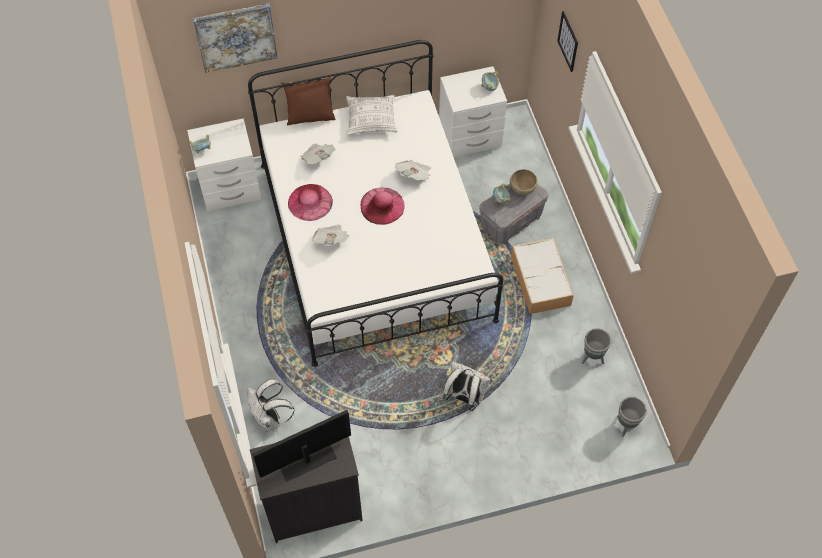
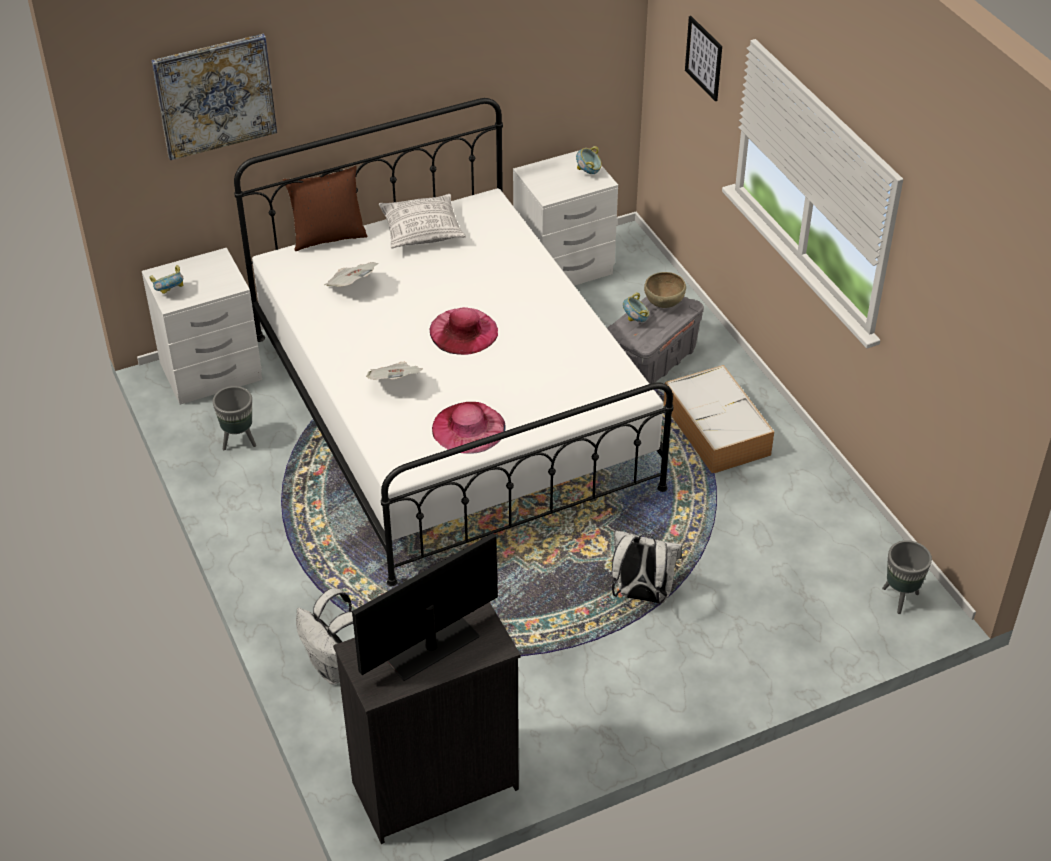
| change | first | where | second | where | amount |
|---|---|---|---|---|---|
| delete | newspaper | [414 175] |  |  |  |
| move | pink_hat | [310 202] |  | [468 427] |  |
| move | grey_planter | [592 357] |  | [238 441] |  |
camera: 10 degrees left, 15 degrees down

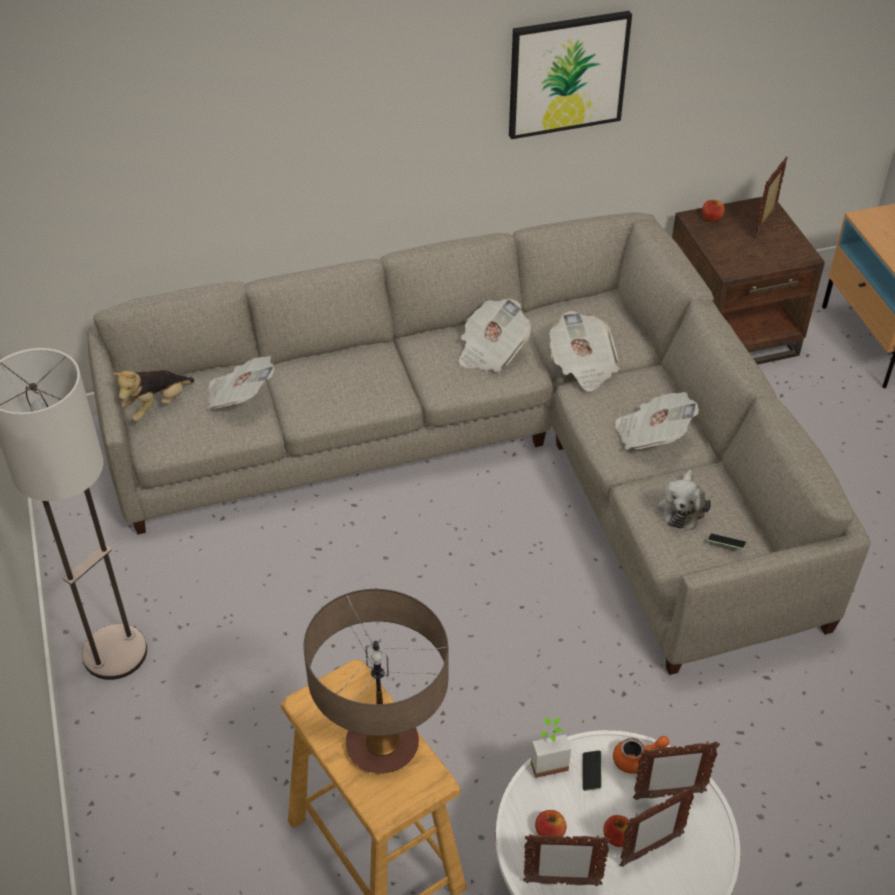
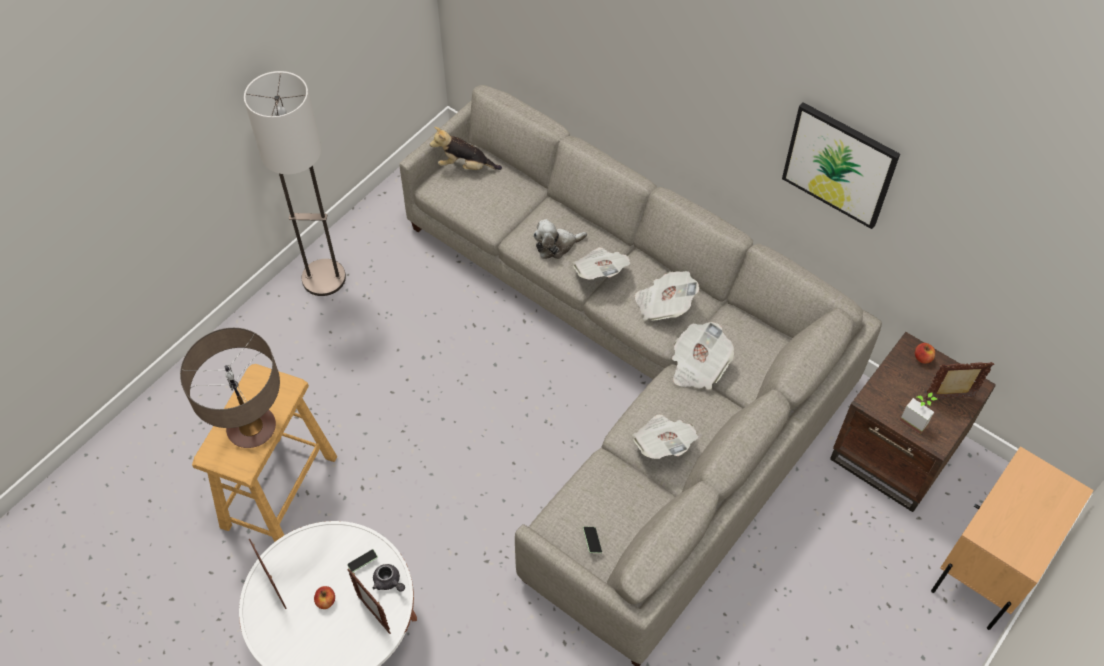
| change | first | where | second | where | amount |
|---|---|---|---|---|---|
| move | newspaper | [240 396] |  | [600 272] |  |
| move | plush_toy | [682 508] |  | [556 245] |  |
| move | potted_plant | [547 760] |  | [916 420] |  |
| recolor | orange_teapot | [637 759] | grey_teapot | [389 582] |  |
| delete | picture_frame | [650 850] |  |  |  |
| delete | apple | [550 832] |  |  |  |
camera: 55 degrees right, 10 degrees up

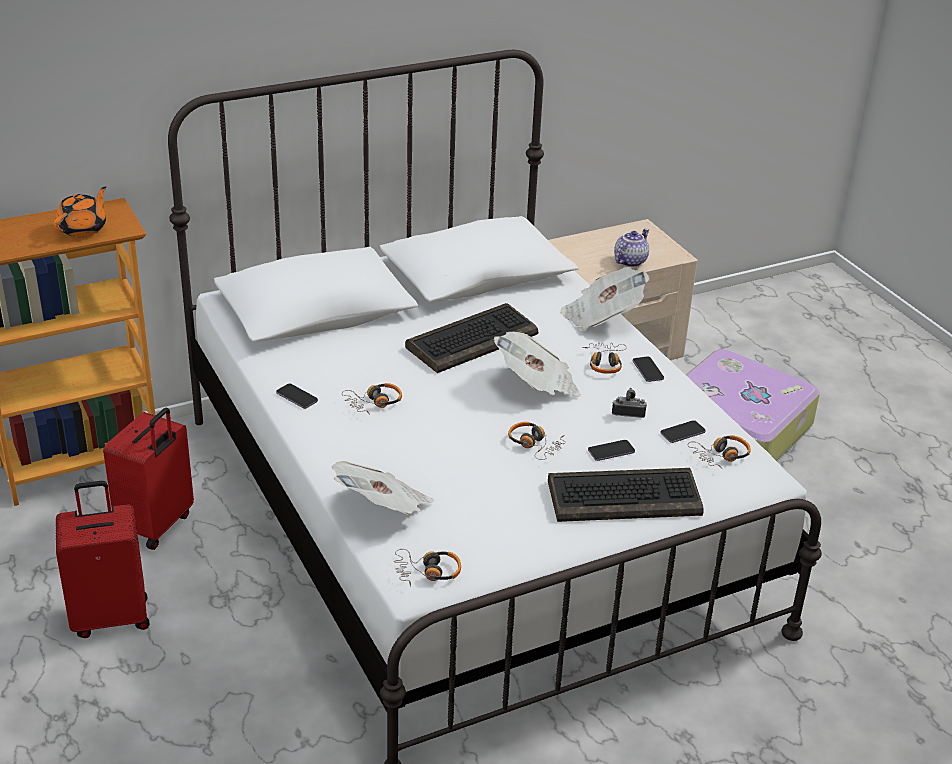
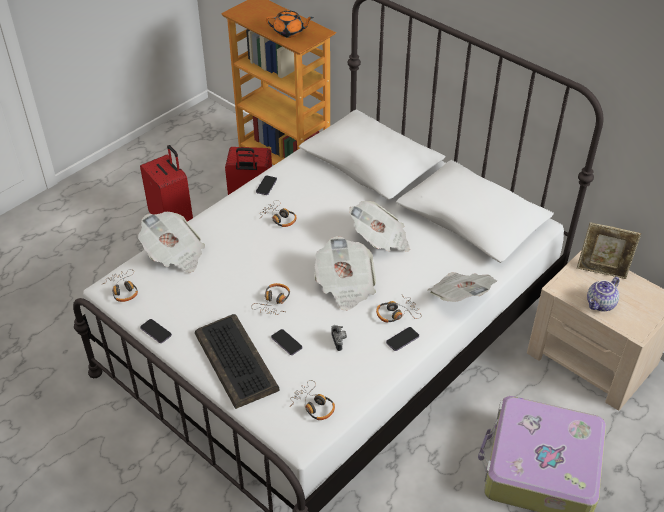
| change | first | where | second | where | amount |
|---|---|---|---|---|---|
| rotate | teapot | [629 261] |  | [601 304] | 120 degrees clockwise |
| replace | keyboard | [472 340] | newspaper | [380 240] |  |
| move | phone | [682 433] |  | [156 332] |  |
| insert |  |  | picture_frame | [601 272] |  |
camera: 70 degrees right, 10 degrees up

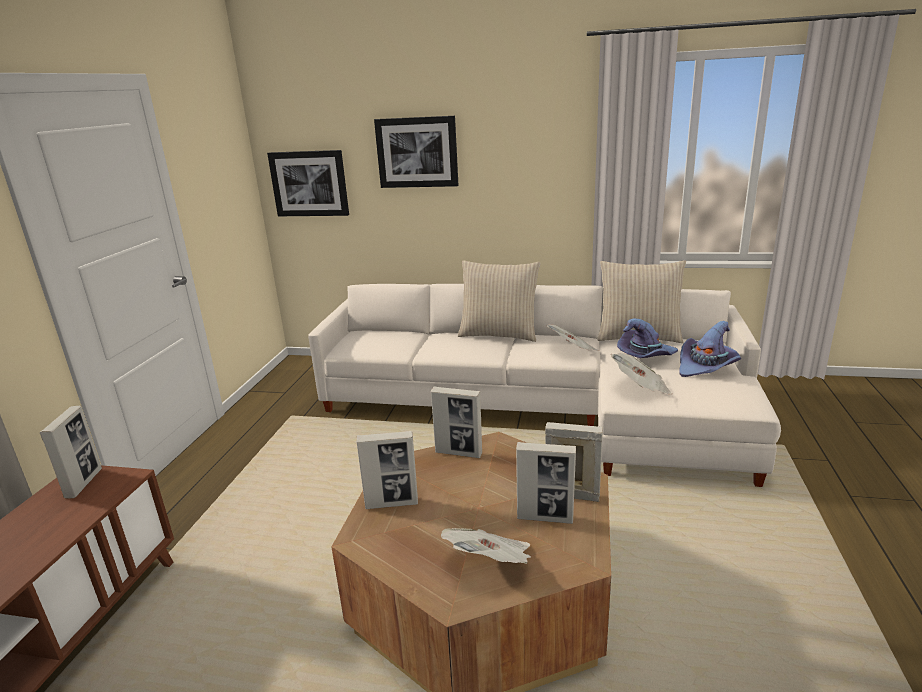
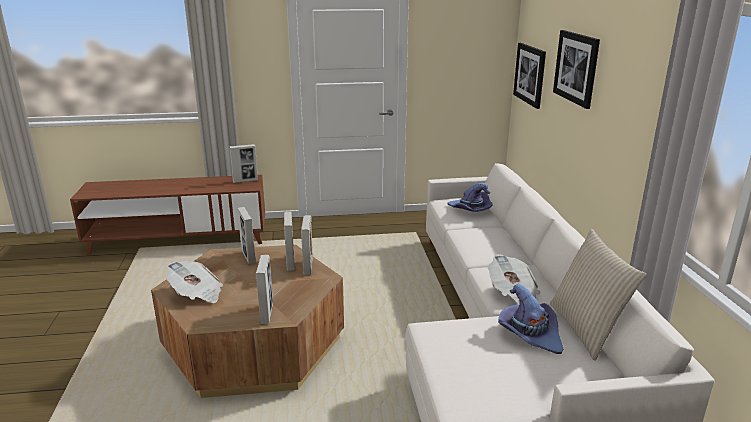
| change | first | where | second | where | amount |
|---|---|---|---|---|---|
| delete | beige_pillow | [499 334] |  |  |  |
| move | purple_hat | [706 366] |  | [470 210] |  |
| delete | newspaper | [641 388] |  |  |  |
| move | picture_frame | [545 518] |  | [290 263] |  |
camera: 70 degrees right, 0 degrees up

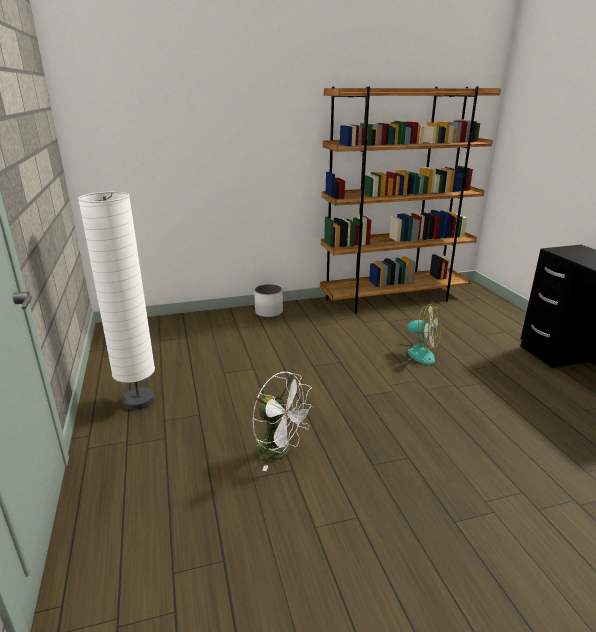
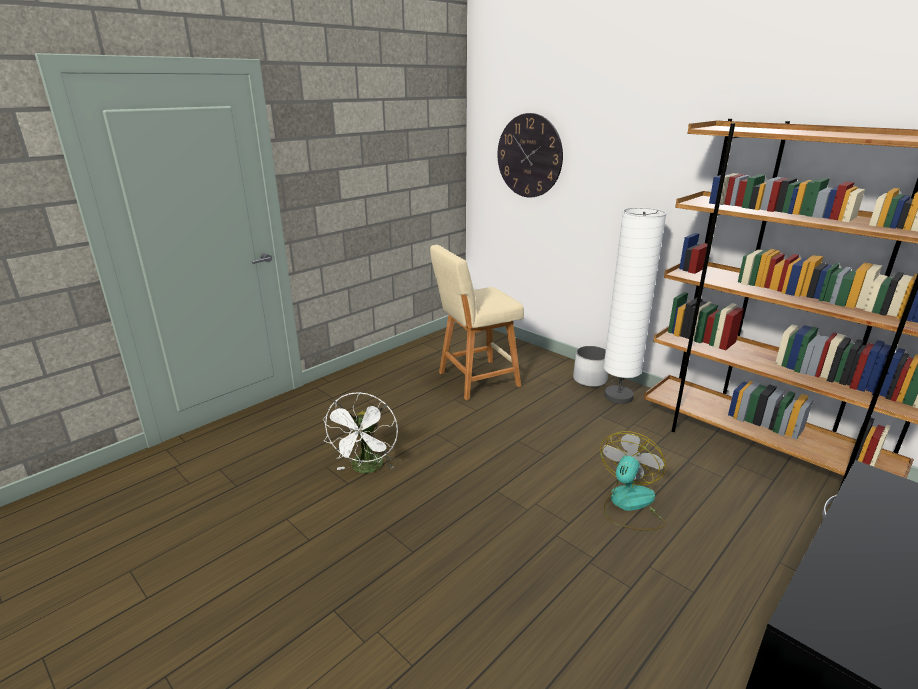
| change | first | where | second | where | amount |
|---|---|---|---|---|---|
| move | white_floor_lamp | [138 400] |  | [618 396] |  |
| rotate | fan | [414 354] |  | [629 505] | 150 degrees counterclockwise |
| insert |  |  | wall_clock | [529 156] |  |
| insert |  |  | beige_stool | [475 380] |  |
camera: 60 degrees right, 0 degrees up

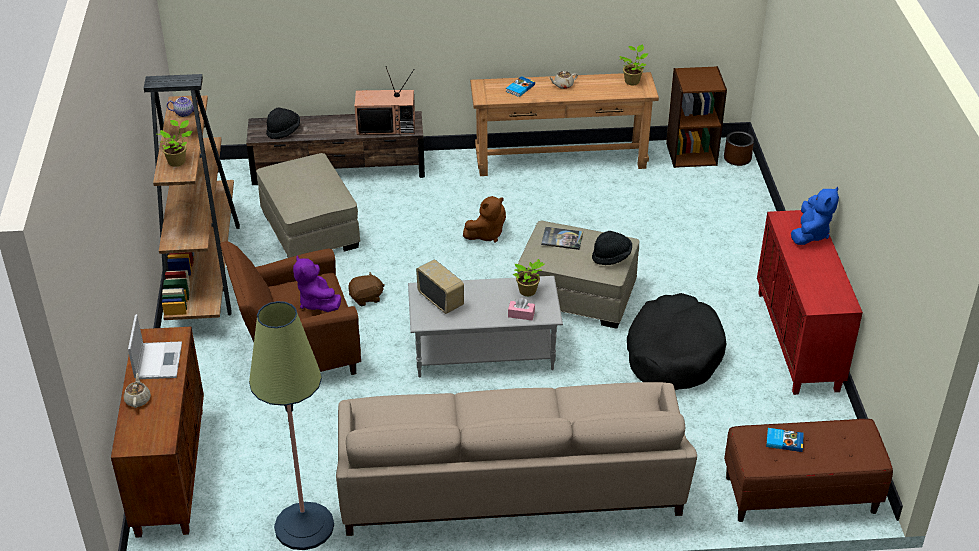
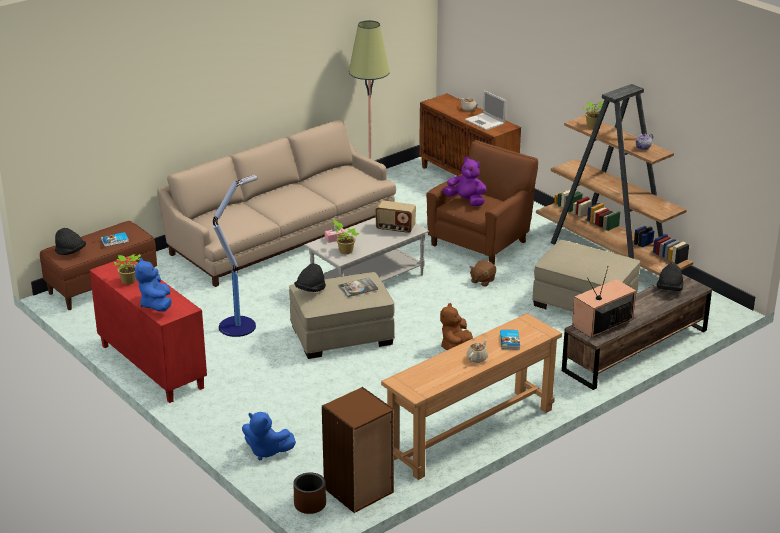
| change | first | where | second | where | amount |
|---|---|---|---|---|---|
| move | potted_plant | [632 81] |  | [128 282] |  |
| replace | black_dog_bed | [673 354] | floor_lamp | [238 326] |  |
| insert |  |  | black_hat | [70 252] |  |
| insert |  |  | blue_plush_toy | [266 451] |  |
camera: 145 degrees right, 10 degrees down

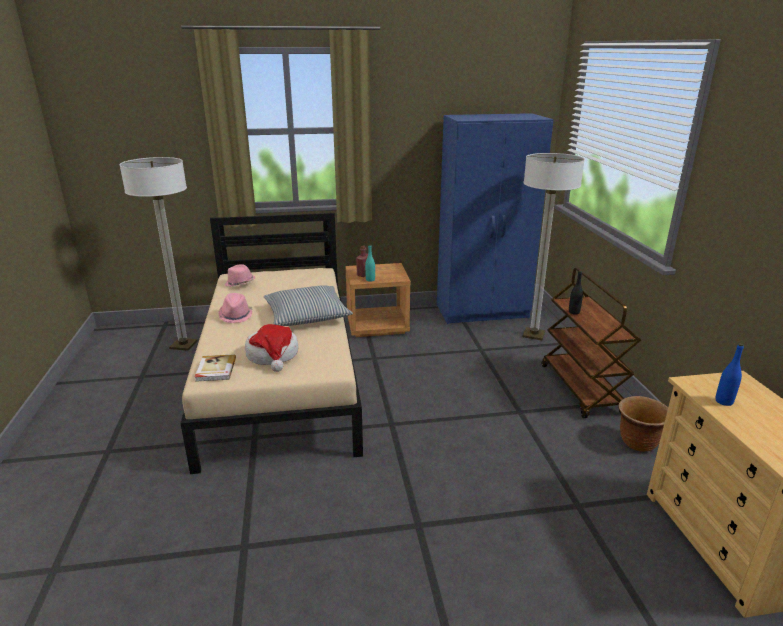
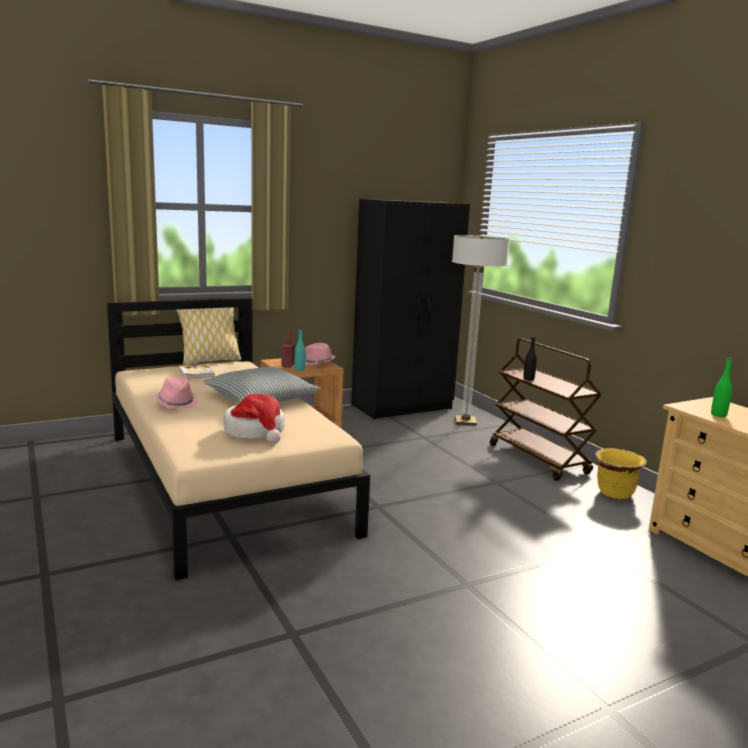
| change | first | where | second | where | amount |
|---|---|---|---|---|---|
| recolor | blue_wardrobe | [483 311] | black_wardrobe | [403 407] |  |
| delete | floor_lamp | [183 345] |  |  |  |
| move | pink_hat | [240 284] |  | [318 363] |  |
| recolor | blue_bottle | [724 401] | green_bottle | [718 415] |  |
| move | book | [215 370] |  | [196 373] |  |
| recolor | brown_planter | [638 443] | yellow_planter | [615 493] |  |
| insert |  |  | pillow | [209 361] |  |
camera: 20 degrees left, 10 degrees down

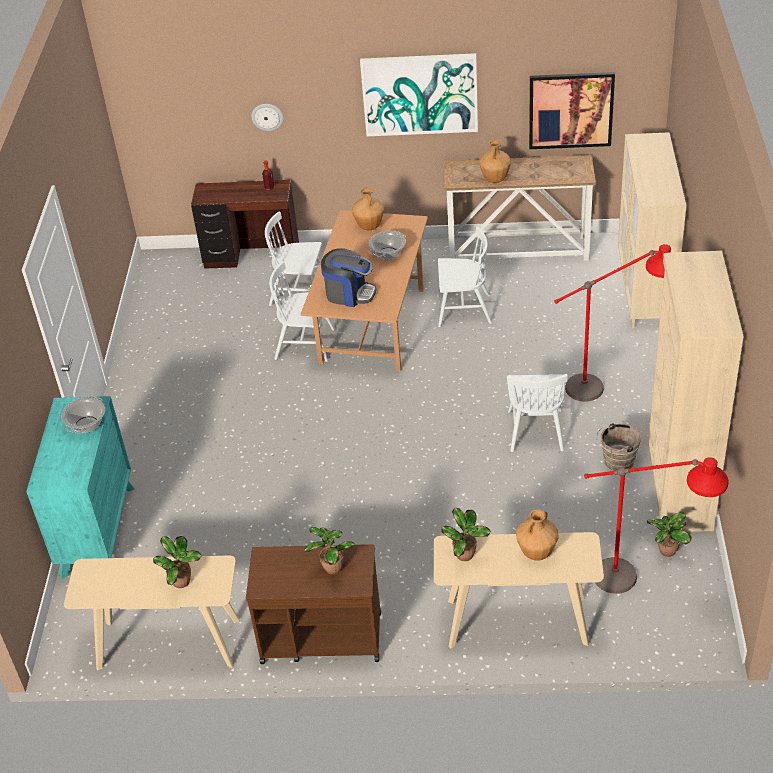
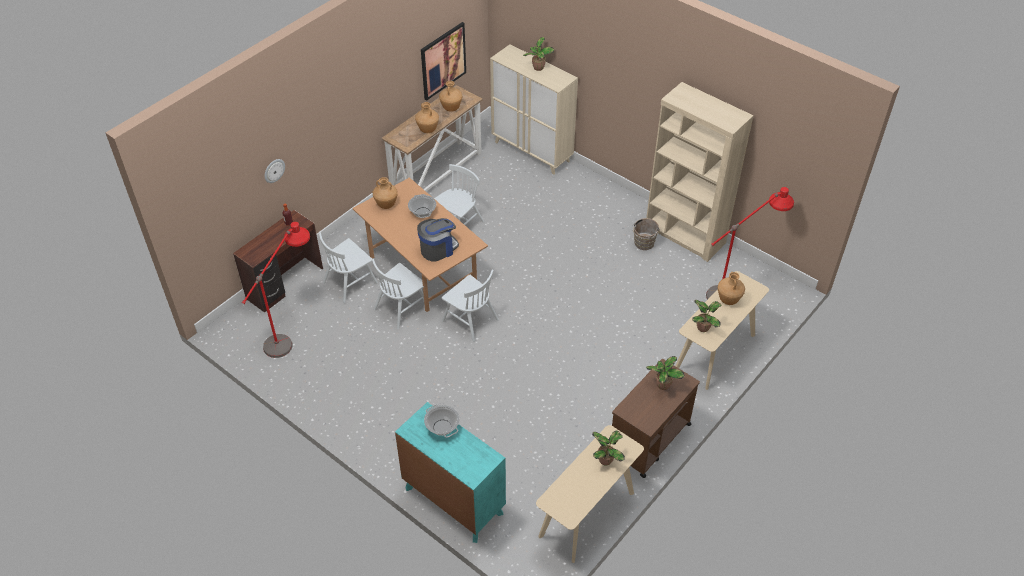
| change | first | where | second | where | amount |
|---|---|---|---|---|---|
| delete | picture | [420 94] |  |  |  |
| move | red_floor_lamp | [611 386] |  | [292 333] |  |
| move | white_chair | [535 430] |  | [470 320] |  |
| move | potted_plant | [666 551] |  | [538 68] |  |
| insert |  |  | brown_vase | [451 108] |  |
camera: 55 degrees left, 5 degrees up

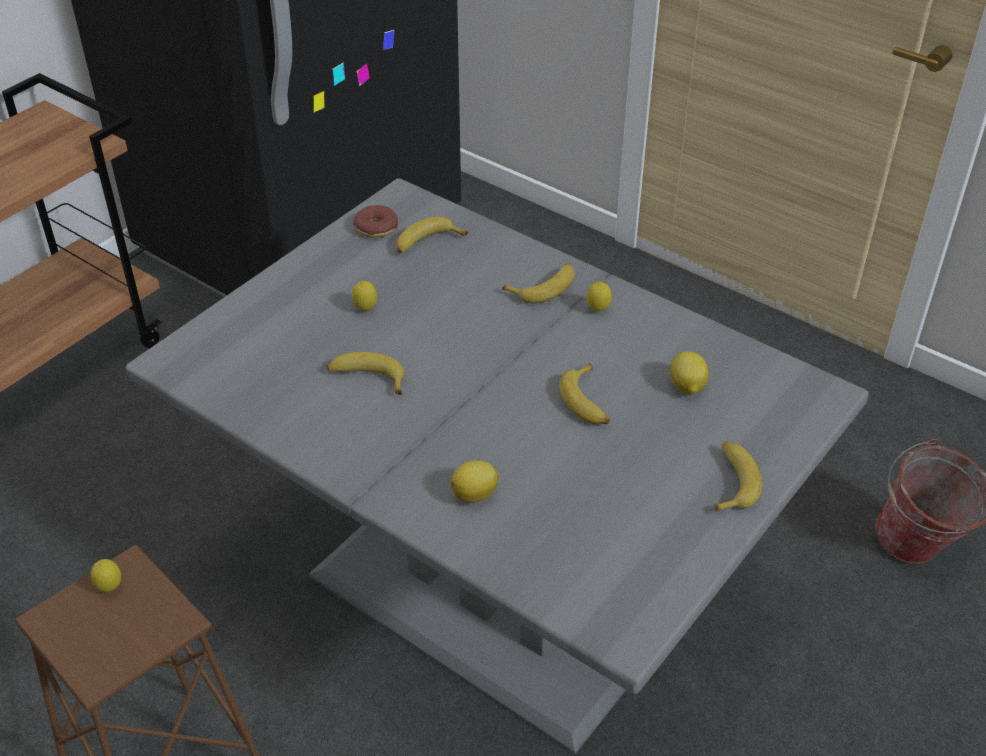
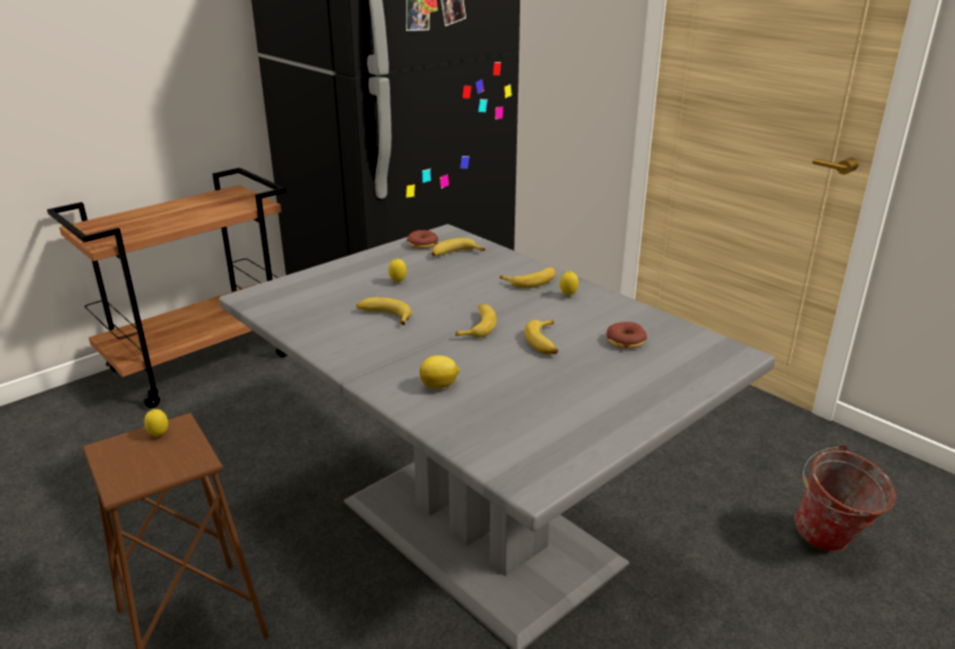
| change | first | where | second | where | amount |
|---|---|---|---|---|---|
| replace | lemon | [686 387] | donut | [625 341] |  |
| move | banana | [732 481] |  | [477 326] |  |
camera: 10 degrees right, 15 degrees down

